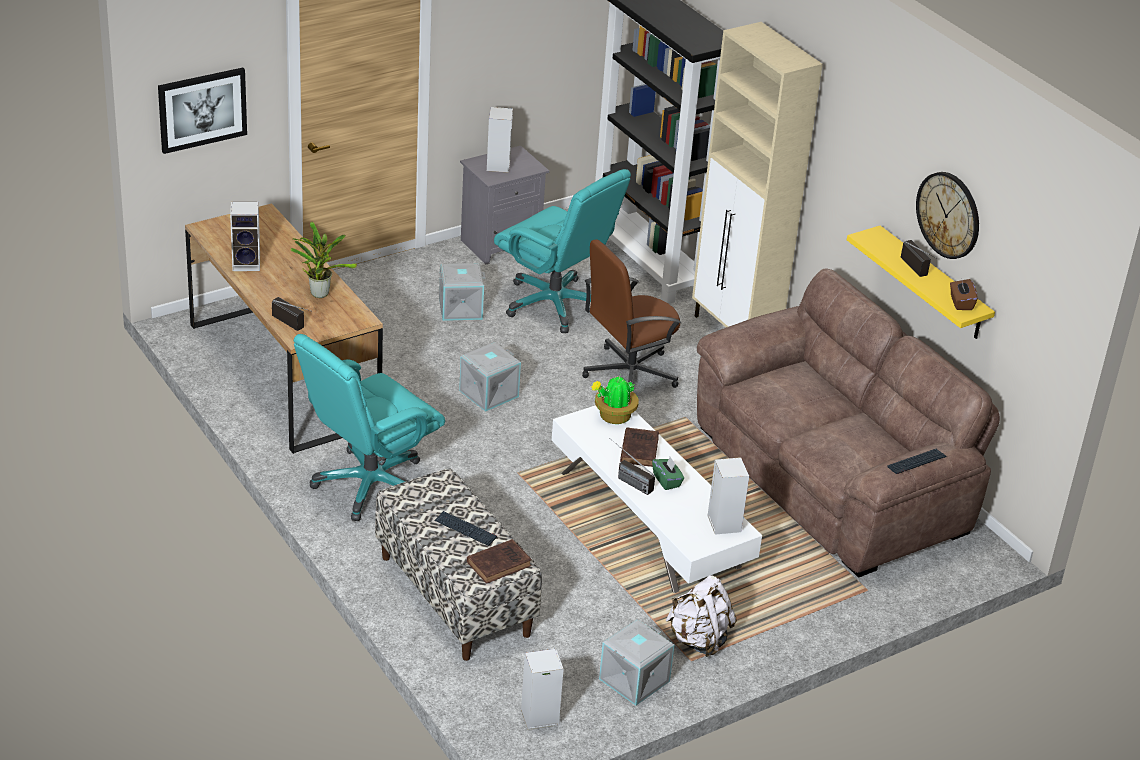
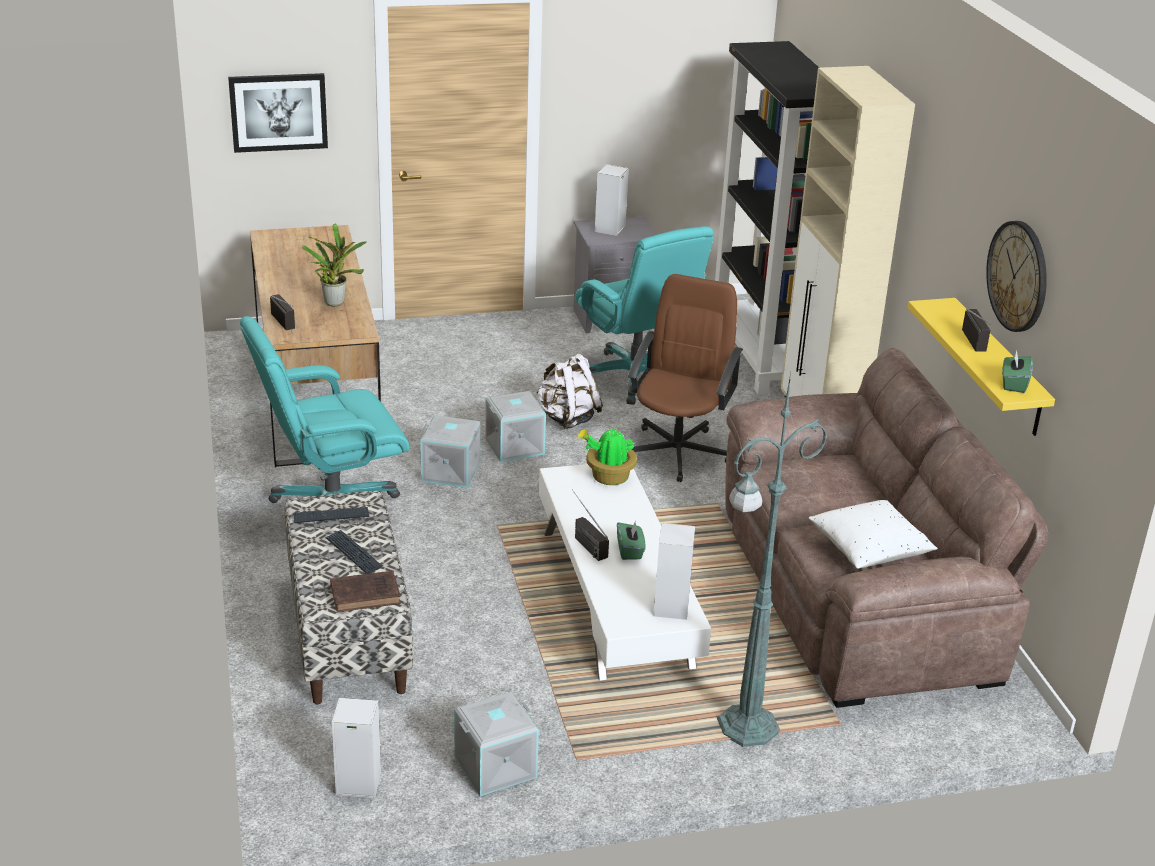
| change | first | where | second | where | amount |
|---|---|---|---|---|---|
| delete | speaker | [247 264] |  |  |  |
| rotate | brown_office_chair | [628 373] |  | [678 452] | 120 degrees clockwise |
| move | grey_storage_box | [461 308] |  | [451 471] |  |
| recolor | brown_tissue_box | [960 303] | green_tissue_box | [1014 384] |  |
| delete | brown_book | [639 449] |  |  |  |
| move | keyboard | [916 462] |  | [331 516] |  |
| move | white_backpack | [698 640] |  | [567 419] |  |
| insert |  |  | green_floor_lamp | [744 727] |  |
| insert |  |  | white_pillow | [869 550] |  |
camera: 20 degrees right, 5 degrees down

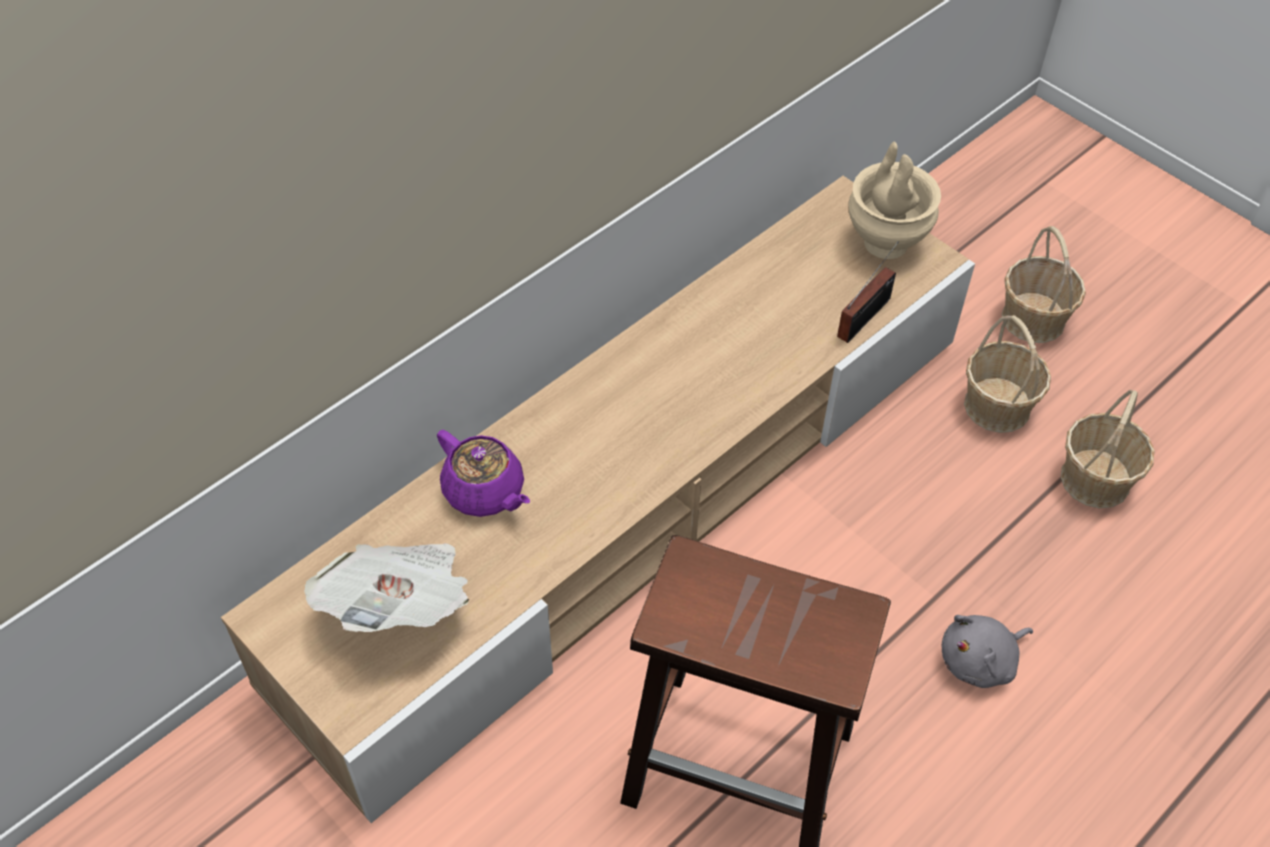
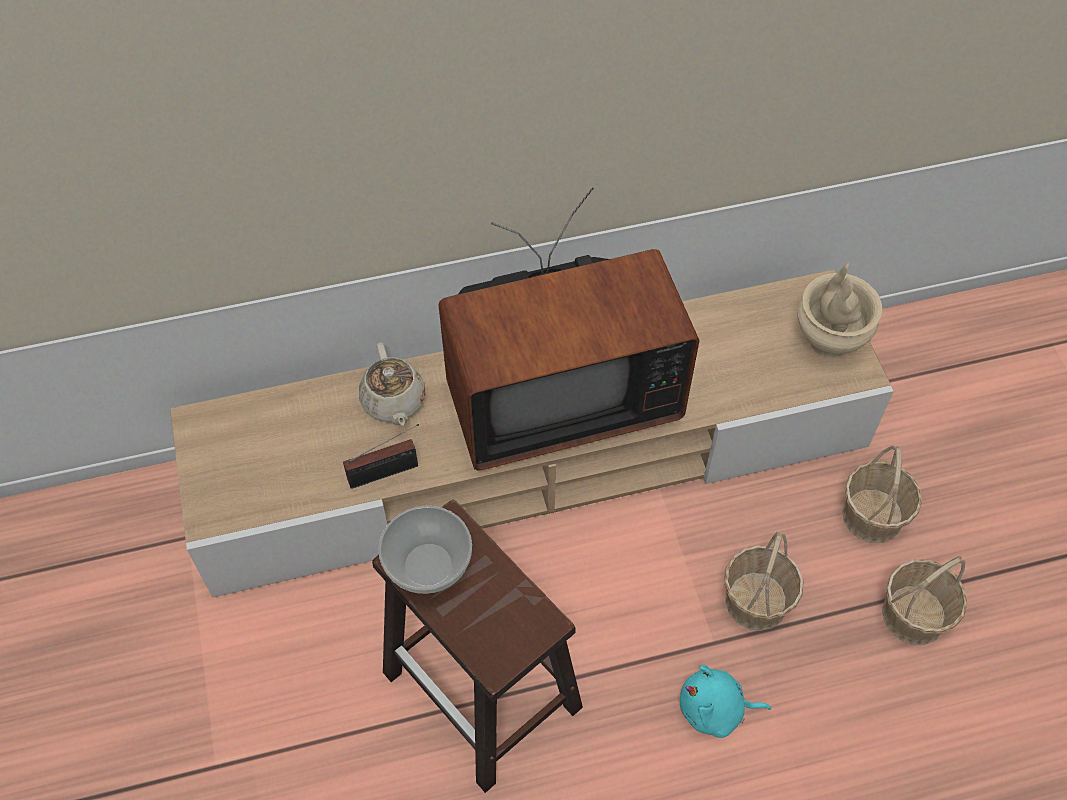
| change | first | where | second | where | amount |
|---|---|---|---|---|---|
| move | basket | [1033 319] |  | [755 601] |  |
| move | radio | [867 316] |  | [387 472] |  |
| recolor | purple_teapot | [485 492] | beige_teapot | [393 402] |  |
| delete | newspaper | [400 605] |  |  |  |
| recolor | grey_plush_toy | [980 661] | turquoise_plush_toy | [715 710] |  |
| insert |  |  | television | [556 394] |  |
| insert |  |  | bowl | [429 565] |  |
camera: 30 degrees right, 5 degrees up

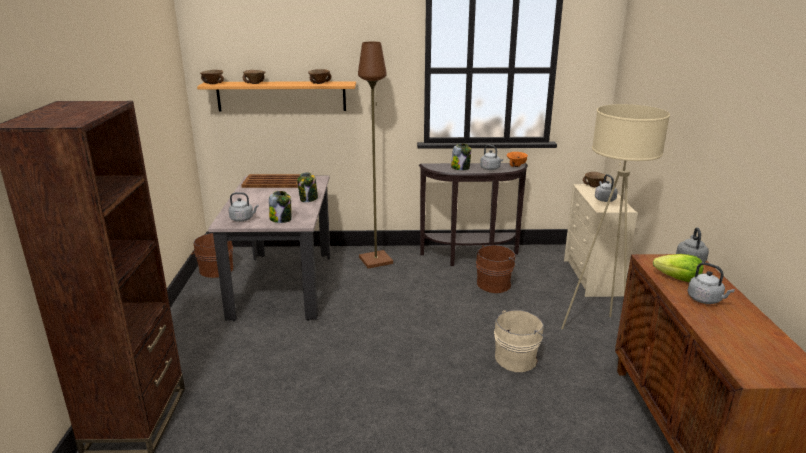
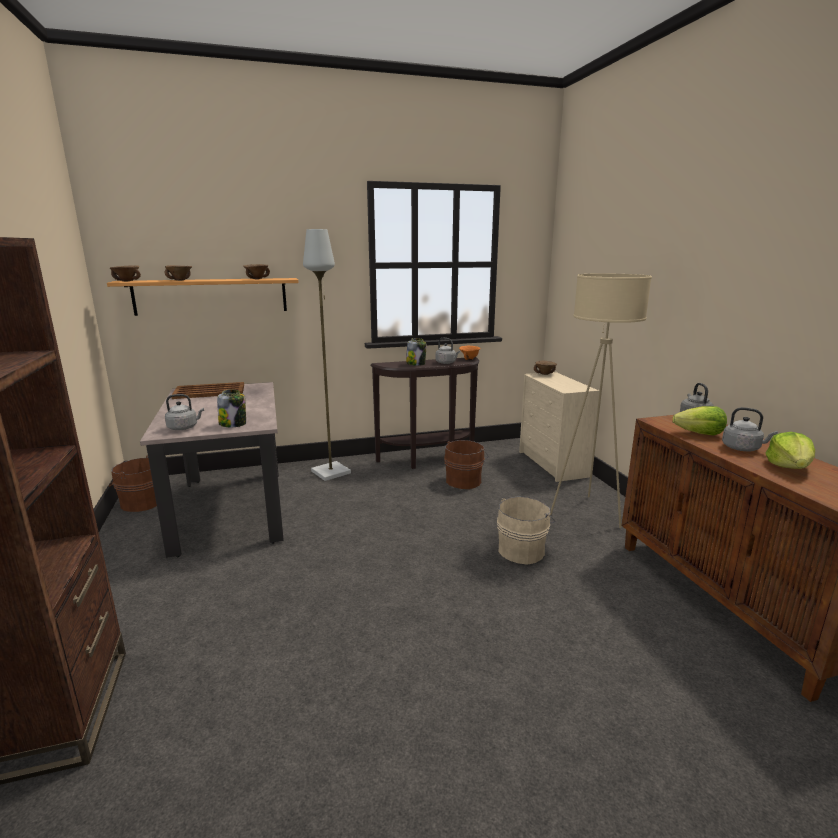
| change | first | where | second | where | amount |
|---|---|---|---|---|---|
| recolor | brown_floor_lamp | [376 260] | grey_floor_lamp | [331 472] |  |
| delete | jar | [308 199] |  |  |  |
| delete | grey_kettle | [604 199] |  |  |  |
| insert |  |  | lettuce | [789 467] |  |
camera: 15 degrees left, 5 degrees down

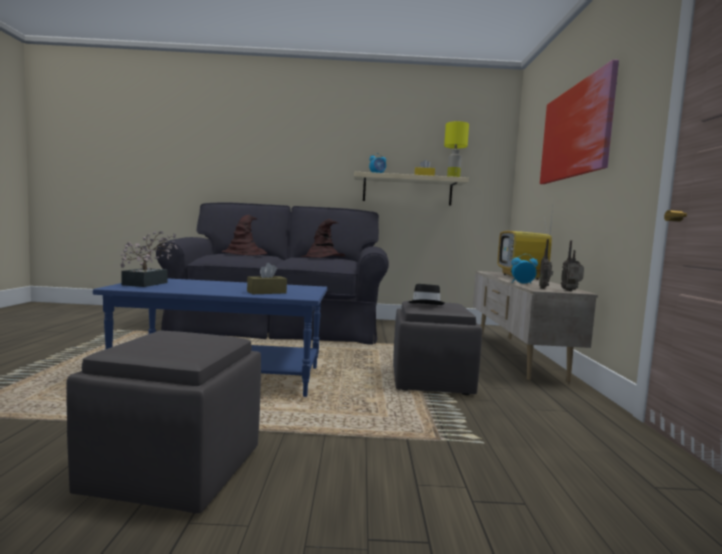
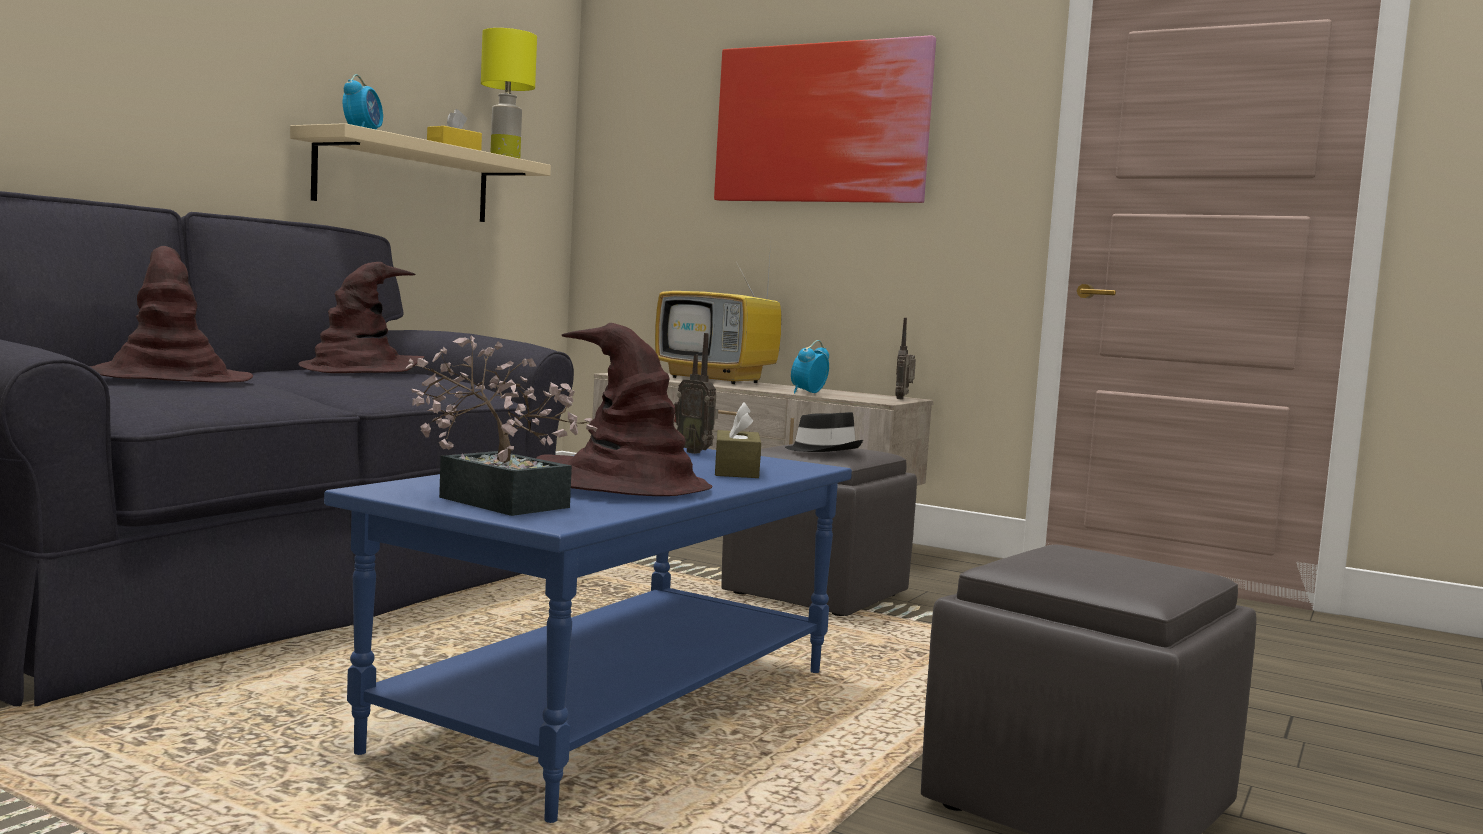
| change | first | where | second | where | amount |
|---|---|---|---|---|---|
| move | radio | [544 288] |  | [695 452] |  |
| insert |  |  | brown_hat | [625 485] |  |
camera: 60 degrees left, 0 degrees up

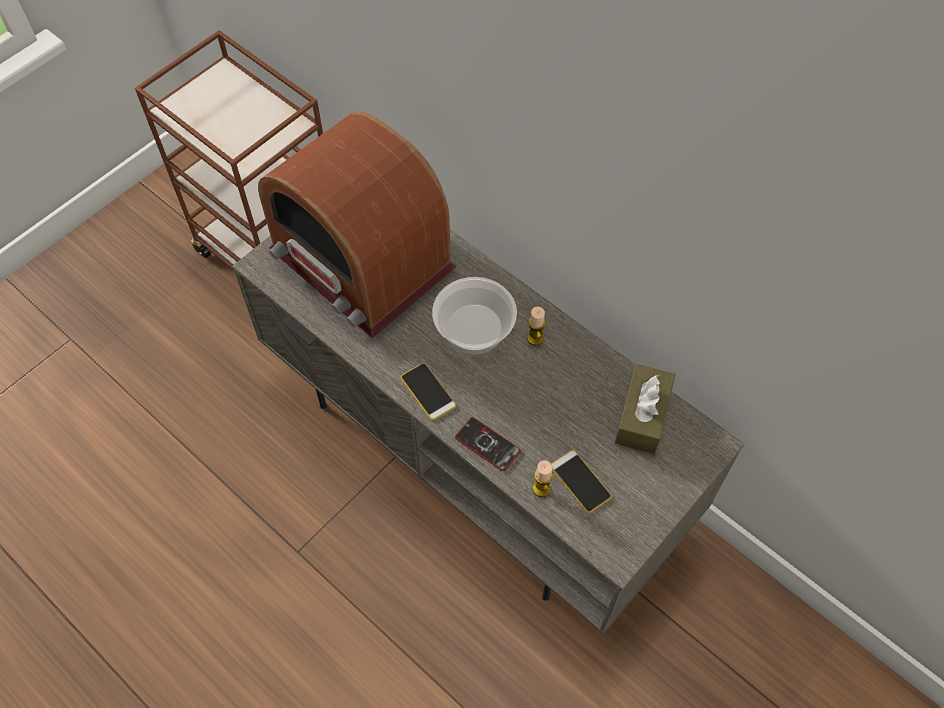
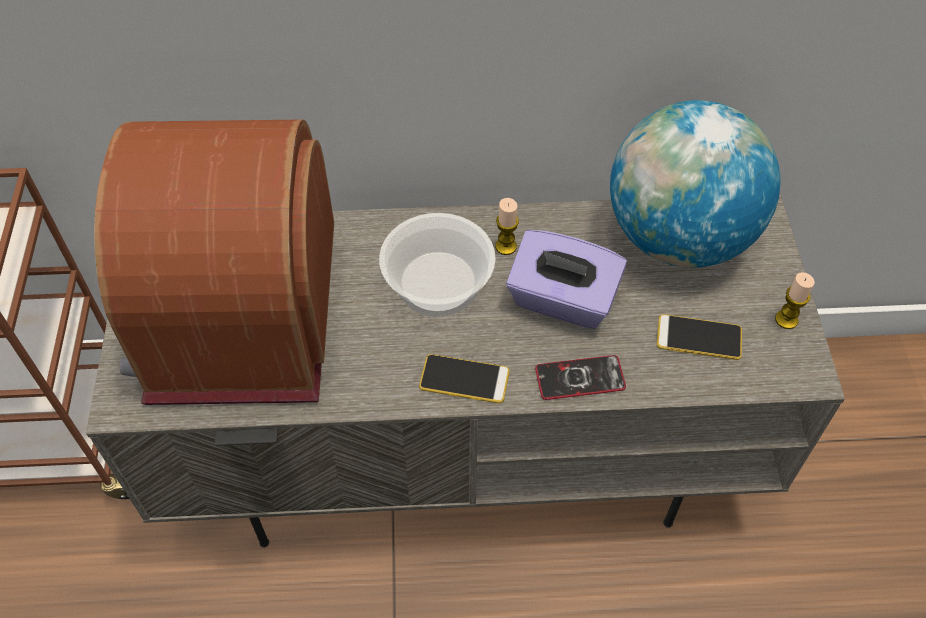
| change | first | where | second | where | amount |
|---|---|---|---|---|---|
| rotate | radio | [361 261] |  | [241 311] | 90 degrees clockwise |
| replace | brown_tissue_box | [642 416] | globe | [678 237] |  |
| move | candle | [541 488] |  | [786 319] |  |
| insert |  |  | purple_tissue_box | [562 300] |  |
camera: 45 degrees left, 5 degrees down

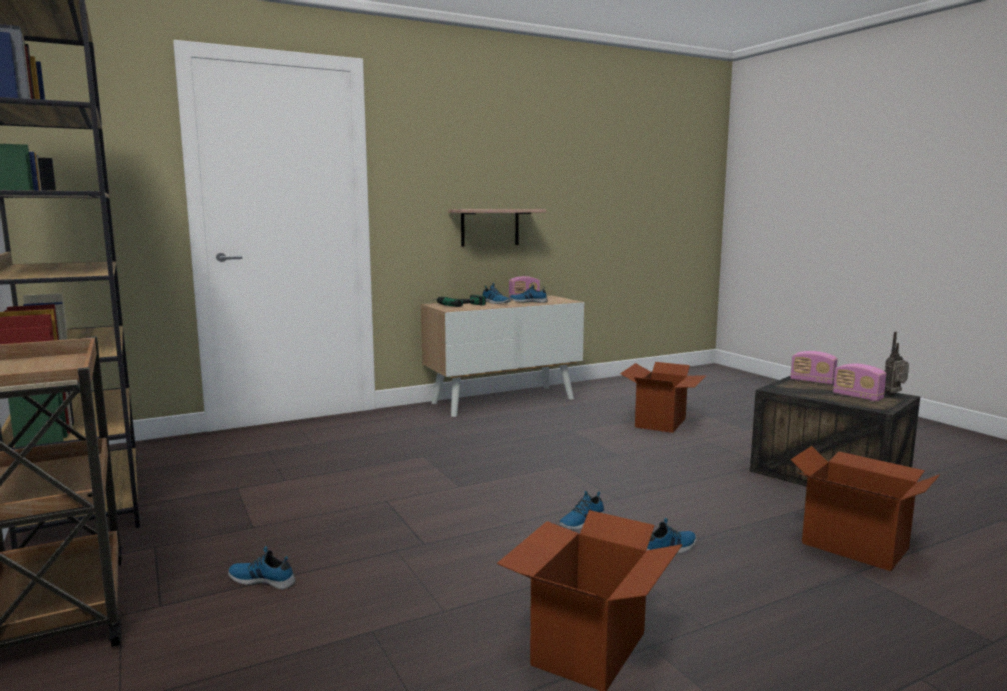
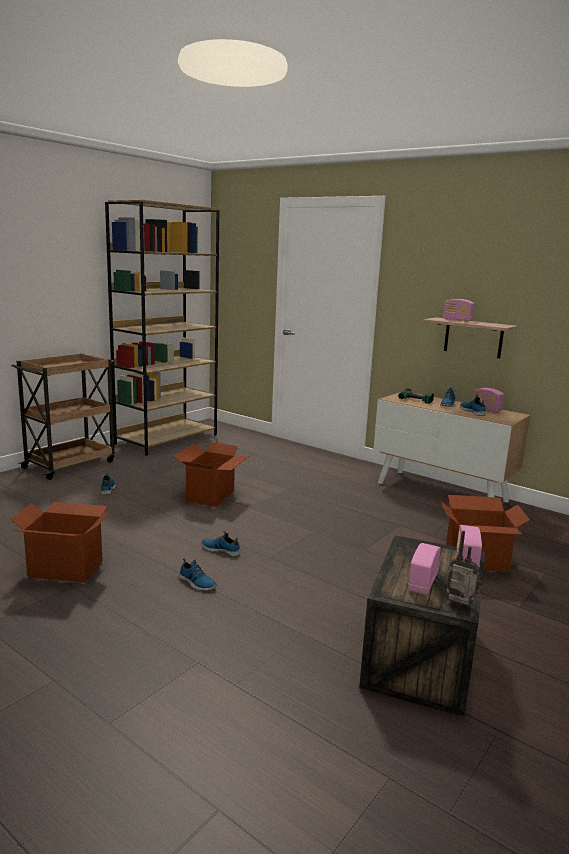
| change | first | where | second | where | amount |
|---|---|---|---|---|---|
| move | cardboard_box | [854 545] |  | [211 496] |  |
| insert |  |  | radio | [457 320] |  |
camera: 65 degrees right, 5 degrees up

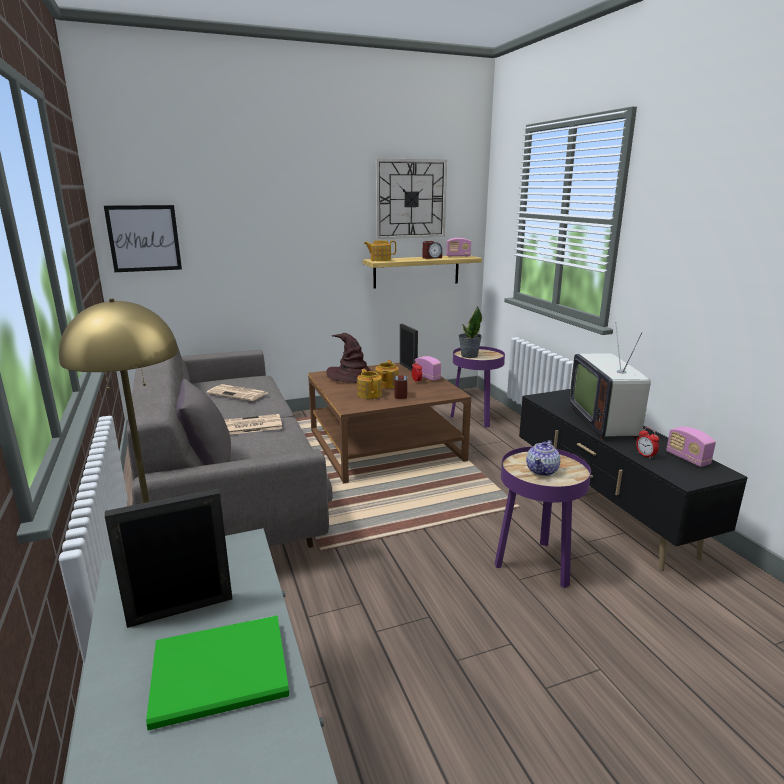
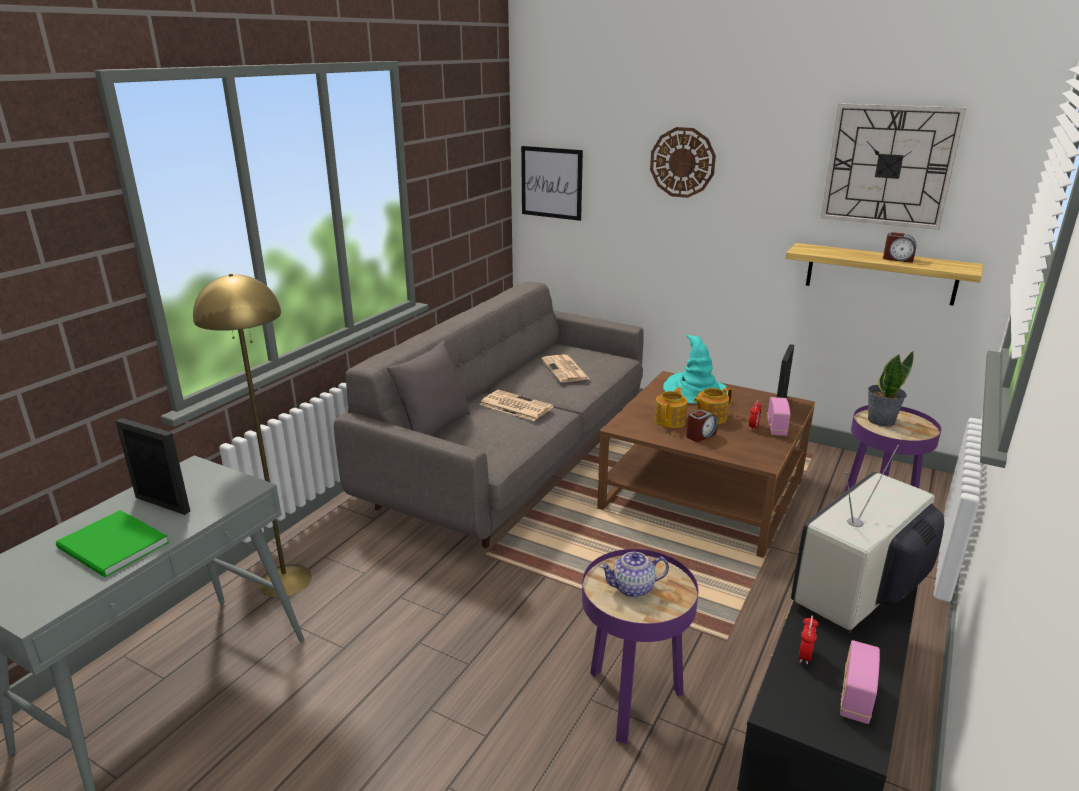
| change | first | where | second | where | amount |
|---|---|---|---|---|---|
| delete | radio | [458 256] |  |  |  |
| delete | teapot | [380 260] |  |  |  |
| recolor | brown_hat | [351 376] | turquoise_hat | [695 392] |  |
| insert |  |  | wall_clock | [682 162] |  |
camera: 50 degrees right, 5 degrees up

